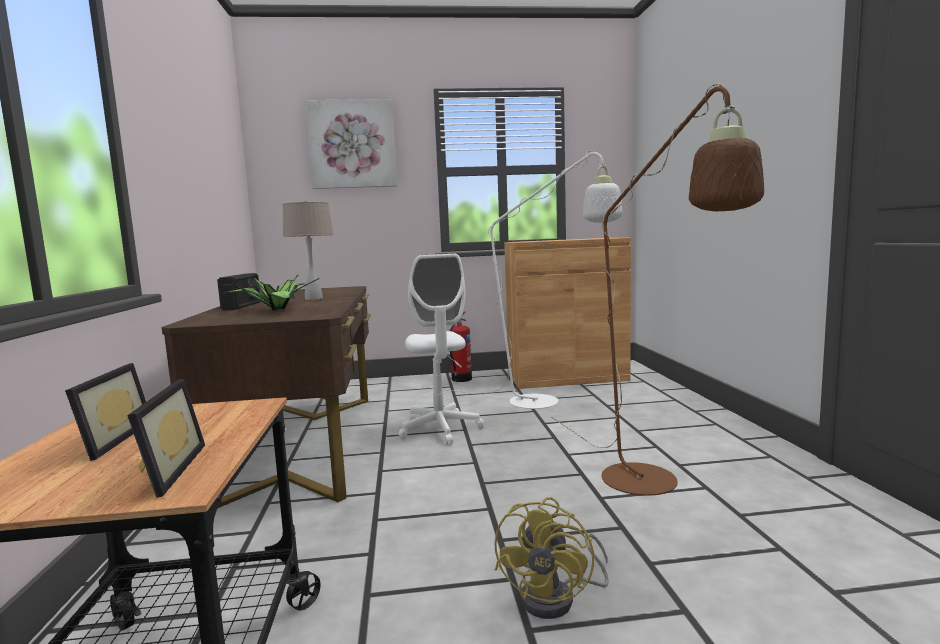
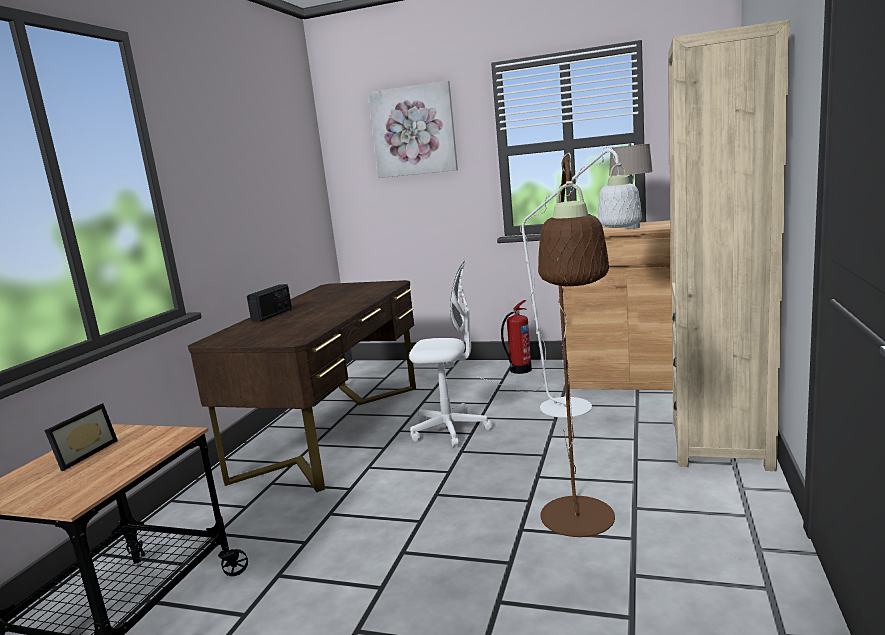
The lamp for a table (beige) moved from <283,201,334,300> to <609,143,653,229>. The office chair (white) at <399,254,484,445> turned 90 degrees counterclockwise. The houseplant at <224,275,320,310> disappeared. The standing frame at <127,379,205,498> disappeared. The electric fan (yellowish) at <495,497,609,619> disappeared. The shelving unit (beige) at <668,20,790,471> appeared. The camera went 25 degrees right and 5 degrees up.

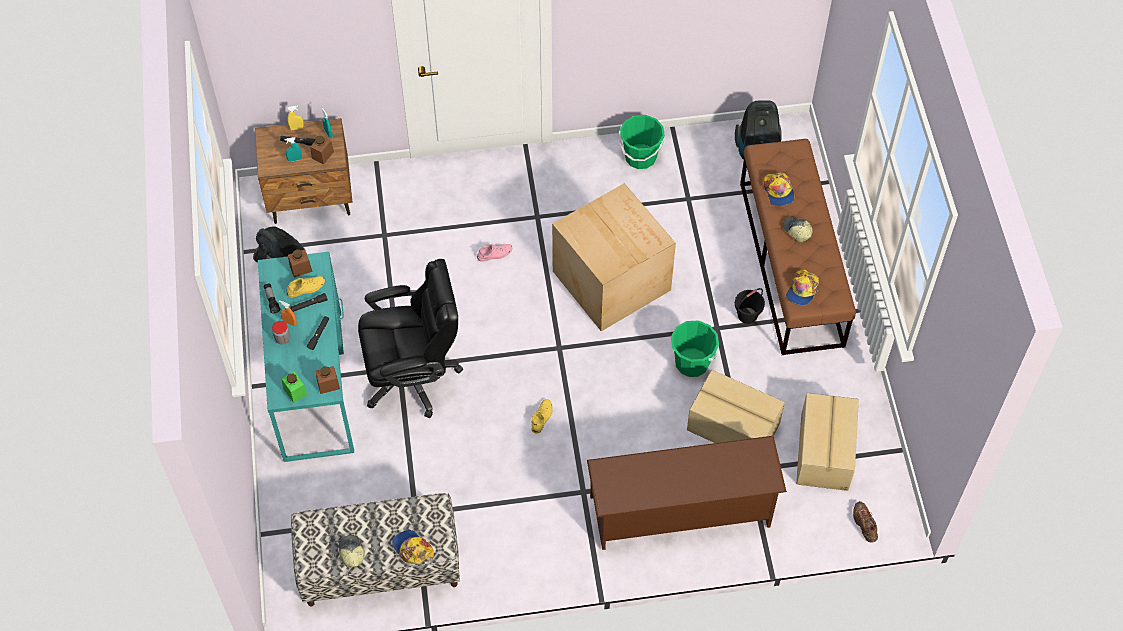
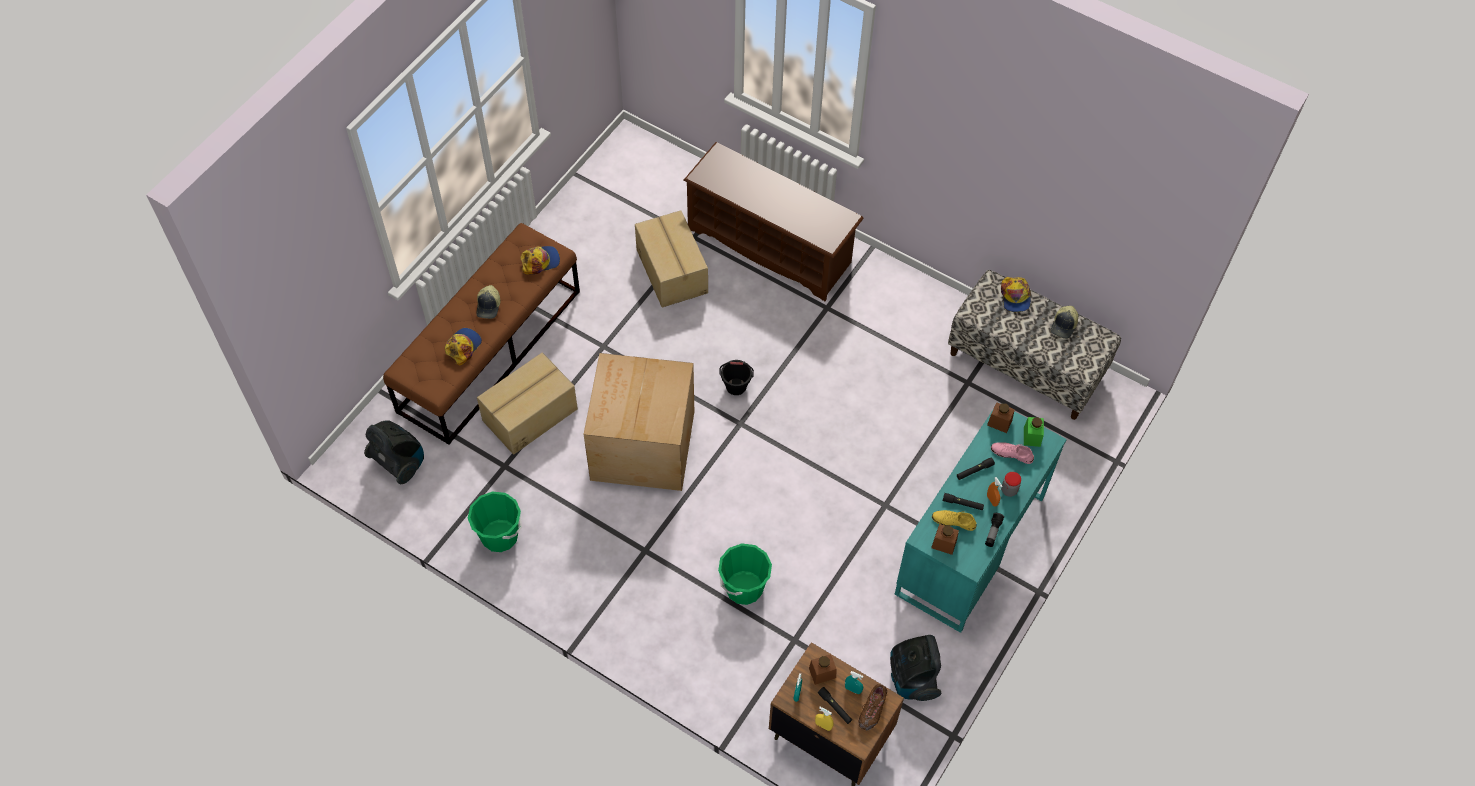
The shoe (pink-coloured) moved from <477,244,512,262> to <991,442,1034,464>. The office chair (black-coloured) at <358,259,463,418> disappeared. The pail (black-coloured) moved from <735,288,765,324> to <719,360,754,395>. The pail (green-coloured) moved from <671,320,719,377> to <718,543,772,605>. The carton moved from <796,393,859,491> to <477,353,578,455>. The shoe (yellowish) at <531,399,552,434> disappeared. The shoe (brownish) moved from <853,501,878,543> to <858,684,887,730>. The camera went 140 degrees left and 0 degrees up.

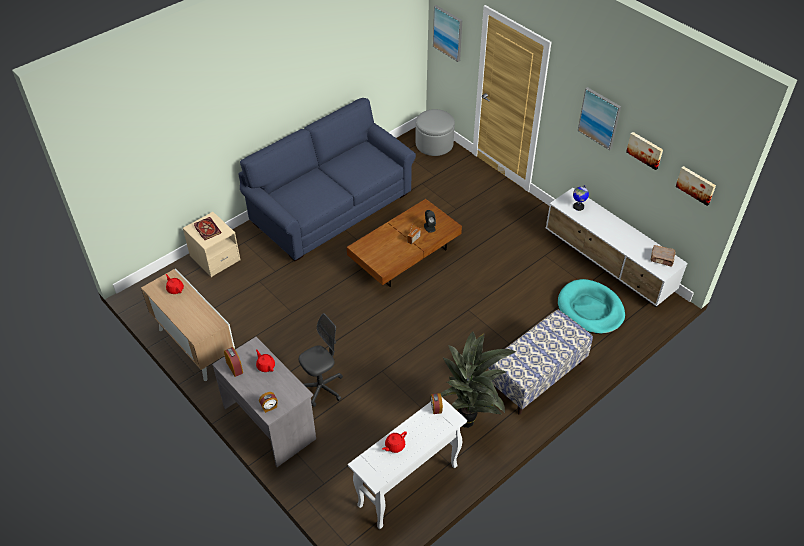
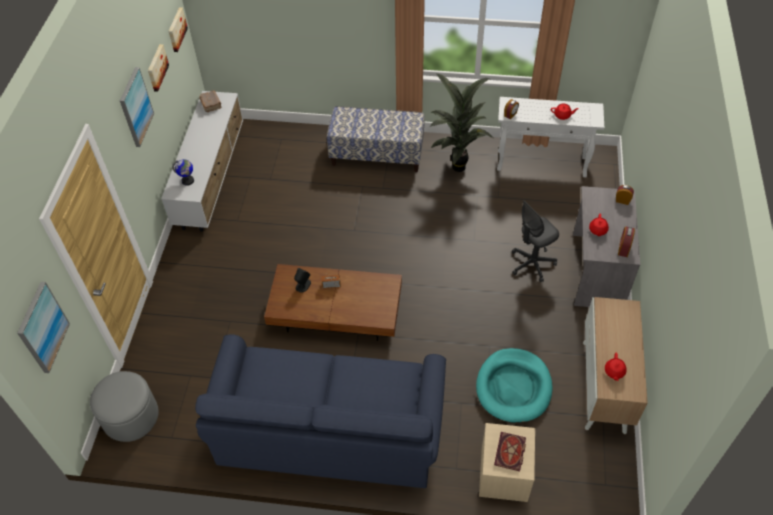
The dog cushion (turquoise-coloured) moved from <558,279,625,334> to <476,348,553,423>. The office chair (gray) at <298,313,343,407> turned 45 degrees counterclockwise. The camera went 130 degrees left and 5 degrees up.

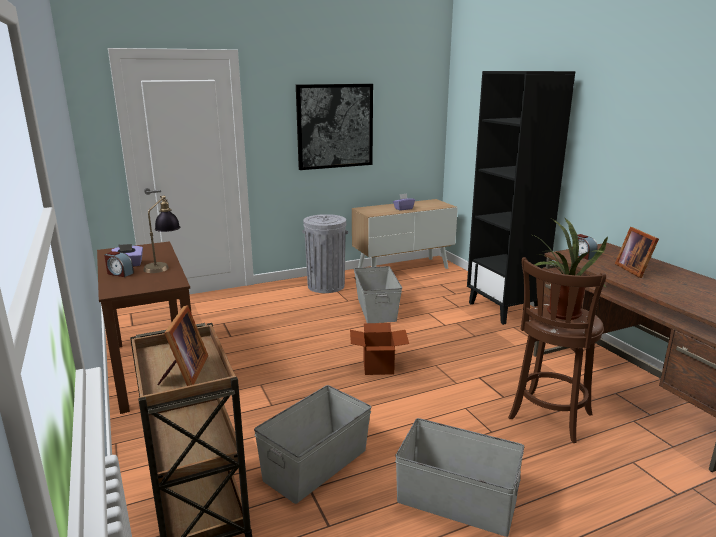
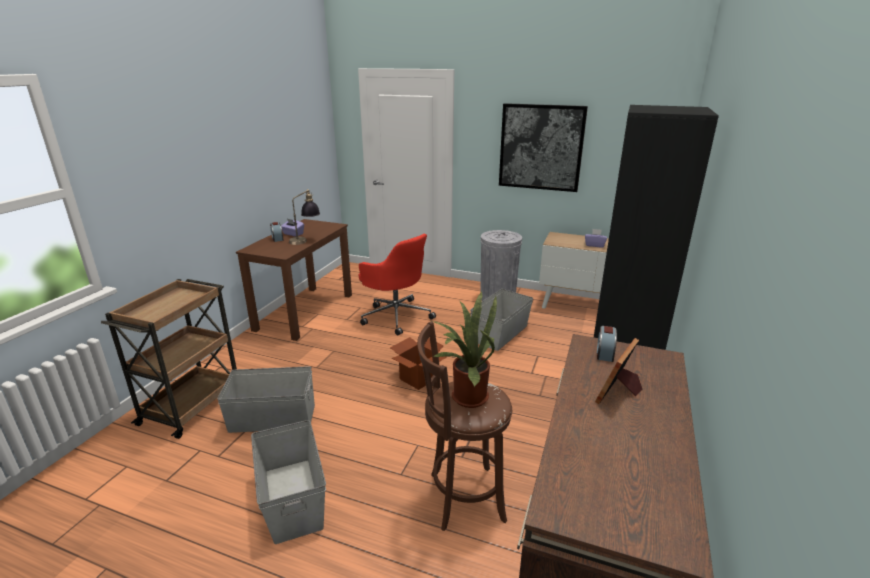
The standing frame at <158,305,208,386> disappeared. The office chair (red-coloured) at <359,234,436,336> appeared. The camera went 45 degrees right and 5 degrees up.

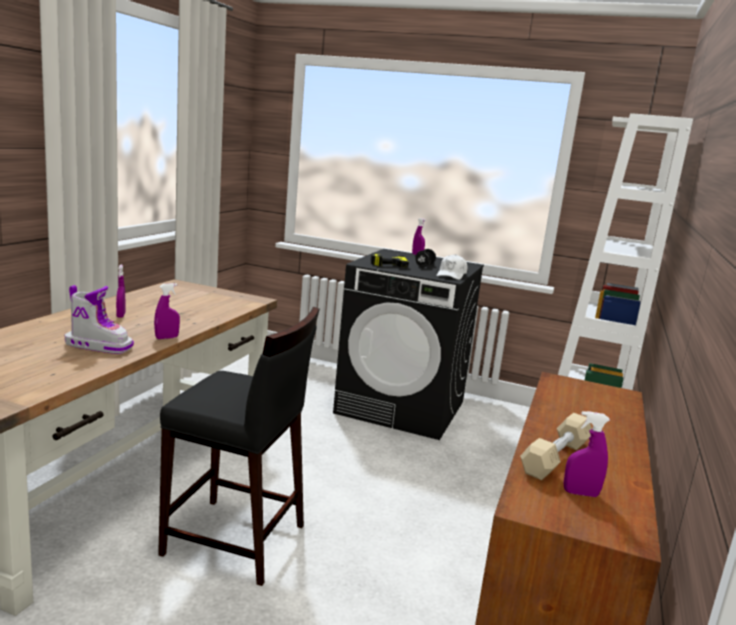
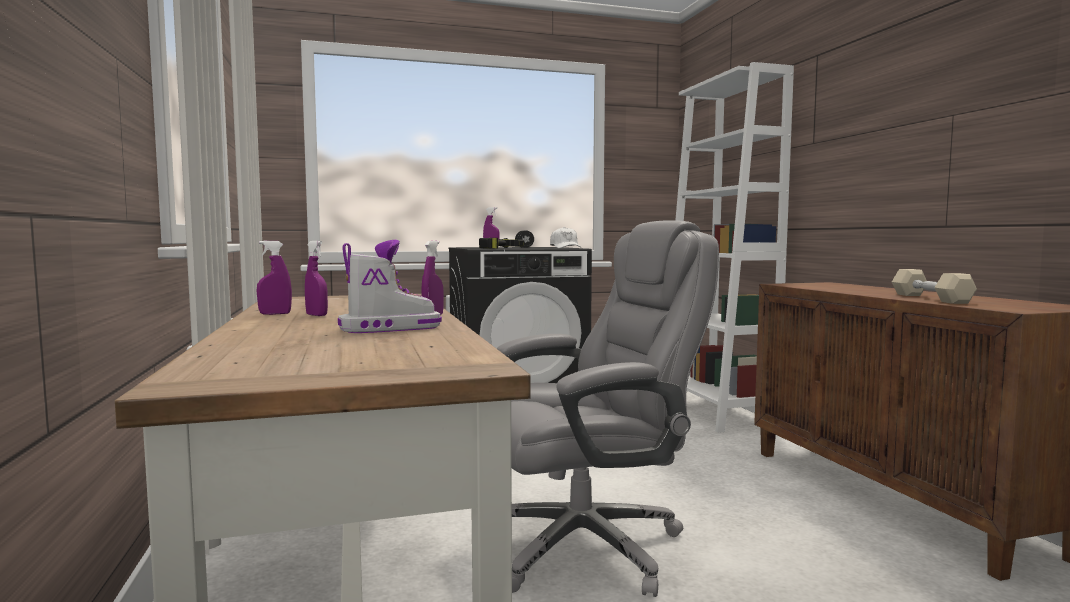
The stool seat (black-coloured) at <158,307,320,586> was replaced by the office chair (gray) at <497,220,719,597>. The hand sprayer (purplish) moved from <563,411,610,497> to <257,241,292,315>. The camera went 35 degrees left and 10 degrees down.

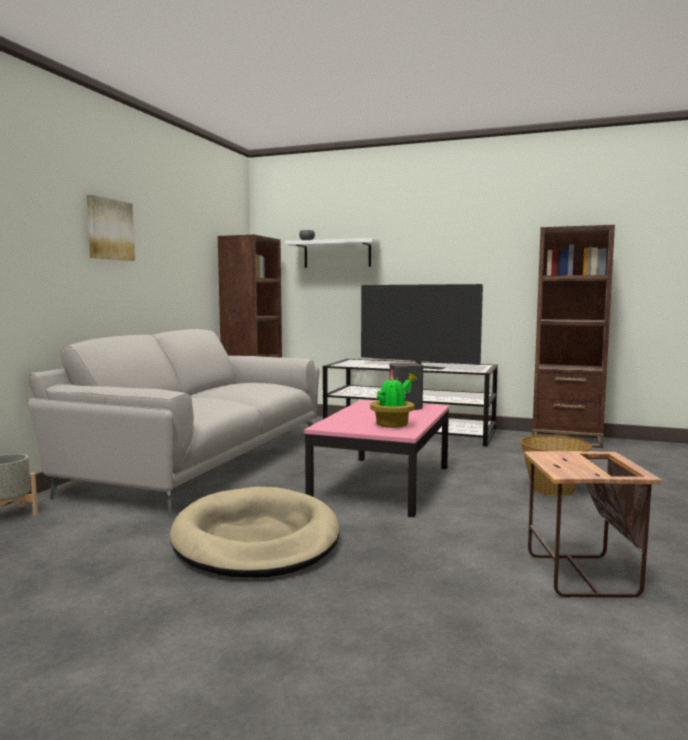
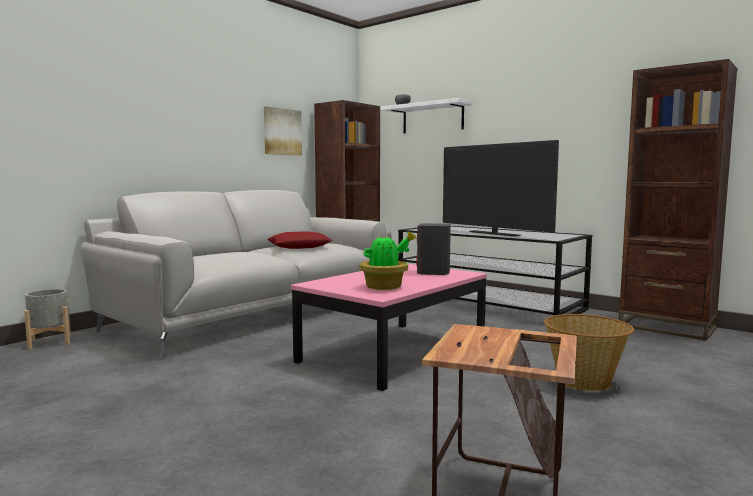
The wall picture moved from <87,195,135,261> to <264,106,302,156>. The dog cushion (beige) at <170,487,340,577> disappeared. The cushion (red-coloured) at <267,231,332,249> appeared. The camera went 20 degrees right and 0 degrees up.

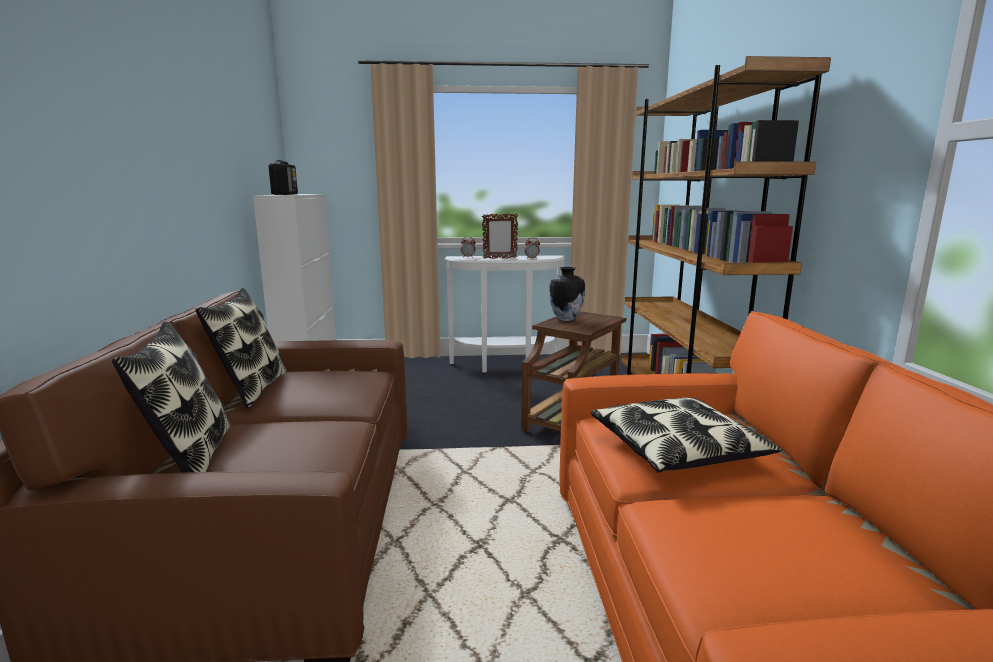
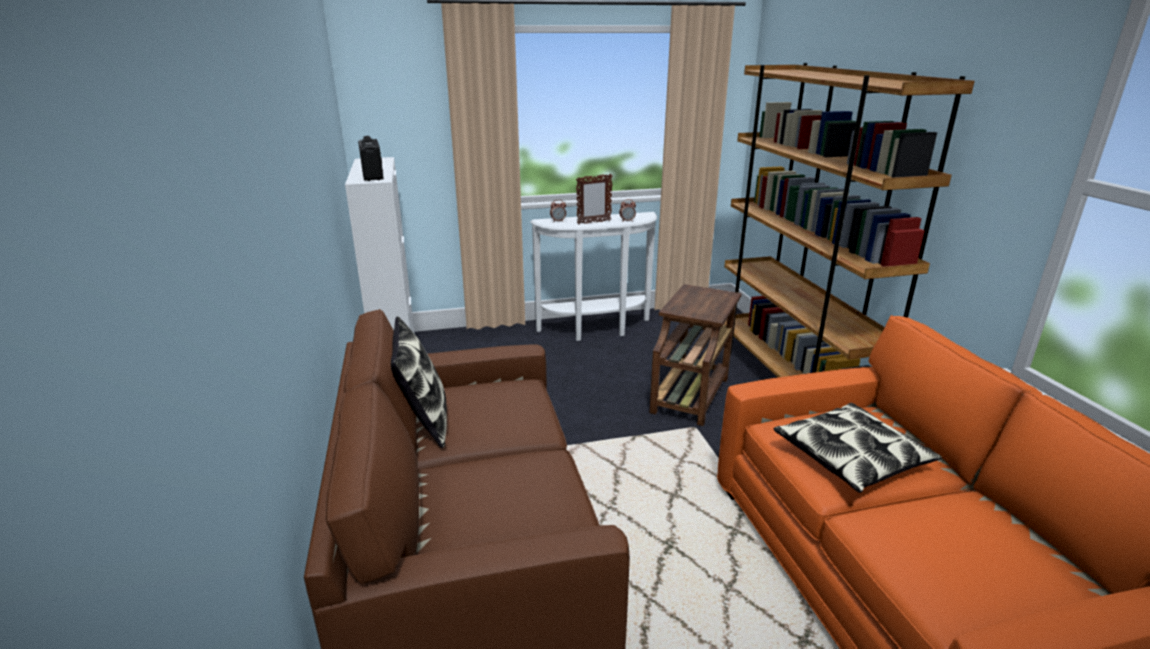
The flower vase at <549,267,585,321> disappeared. The cushion at <112,321,230,473> disappeared. The camera went 10 degrees left and 10 degrees up.

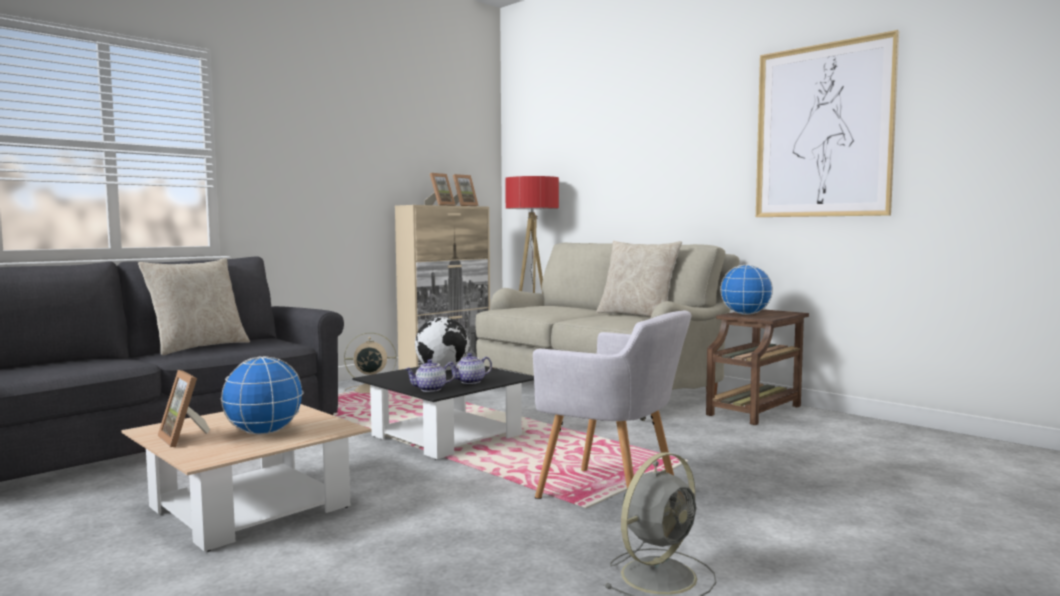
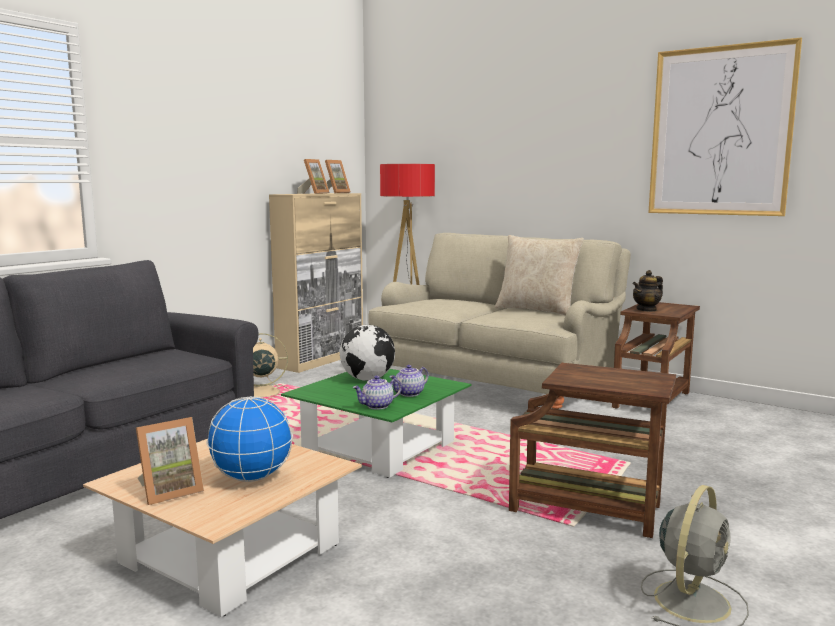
The cushion (beige) at <138,258,250,355> disappeared. The desk globe at <720,265,773,315> was replaced by the pot for tea at <633,270,663,312>. The armchair (gray) at <533,310,691,499> was replaced by the accent table (brownish) at <509,363,676,538>. The low table (black-coloured) at <353,366,534,460> became the low table (green-coloured) at <281,369,471,478>. The standing frame at <157,370,210,447> turned 75 degrees counterclockwise. The camera went 10 degrees left and 5 degrees up.

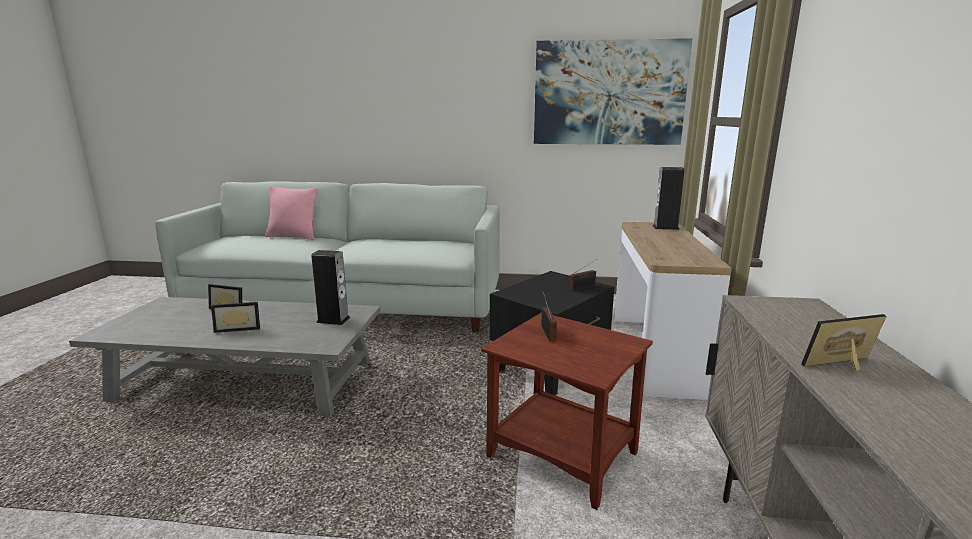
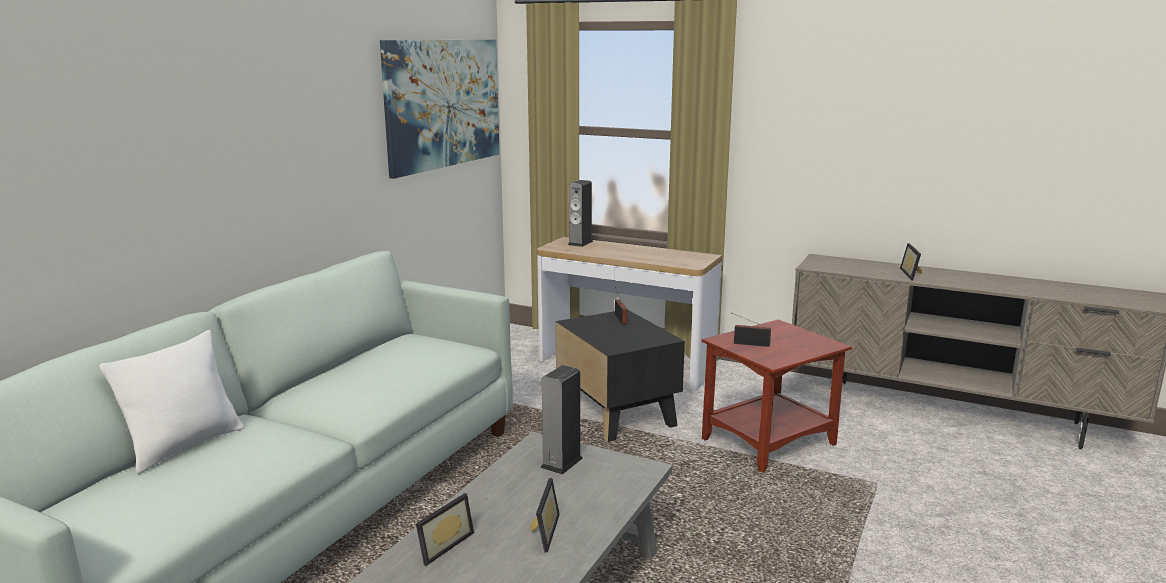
The cushion (pink-coloured) at <265,186,318,240> became the cushion (white) at <99,330,244,474>. The camera went 70 degrees left and 0 degrees up.

